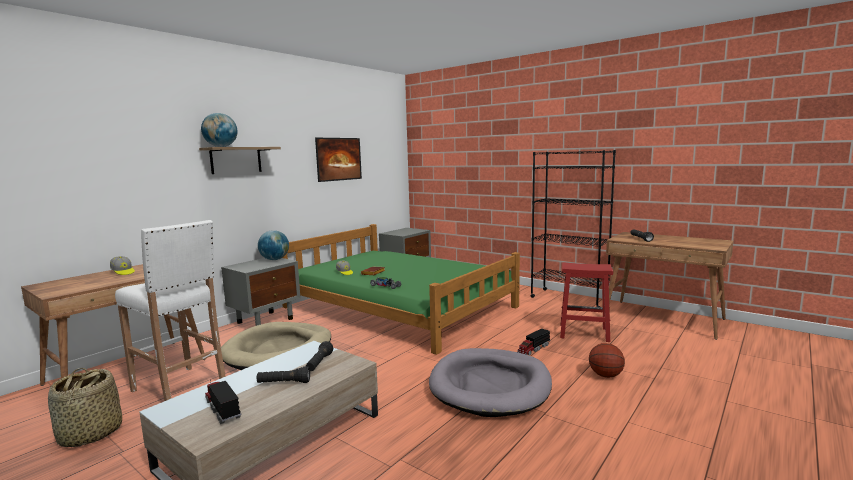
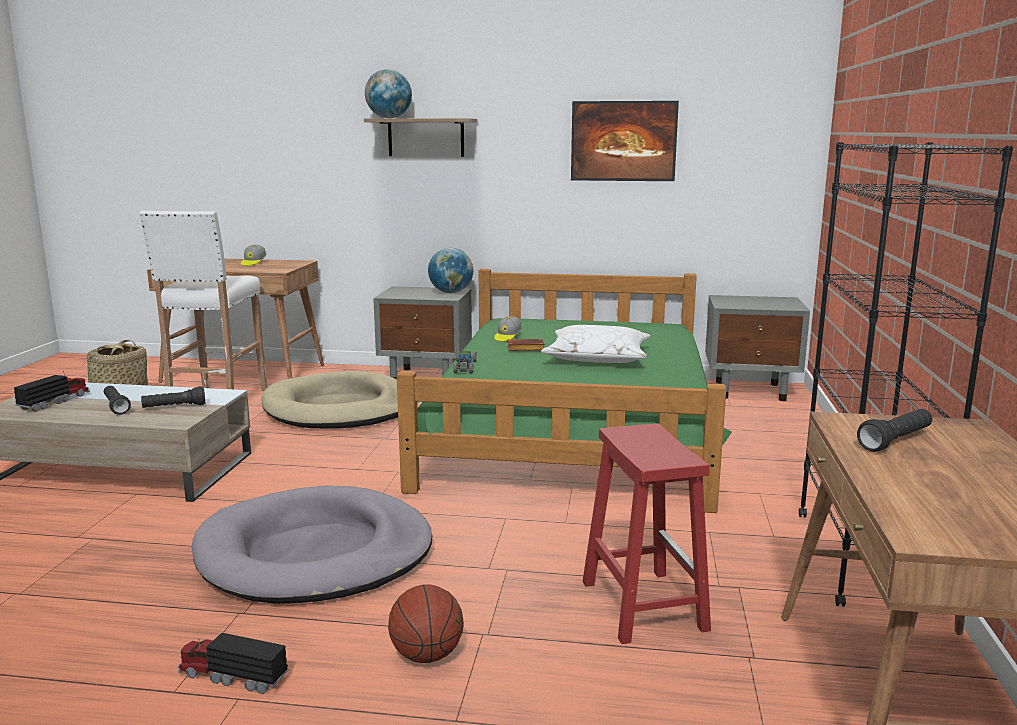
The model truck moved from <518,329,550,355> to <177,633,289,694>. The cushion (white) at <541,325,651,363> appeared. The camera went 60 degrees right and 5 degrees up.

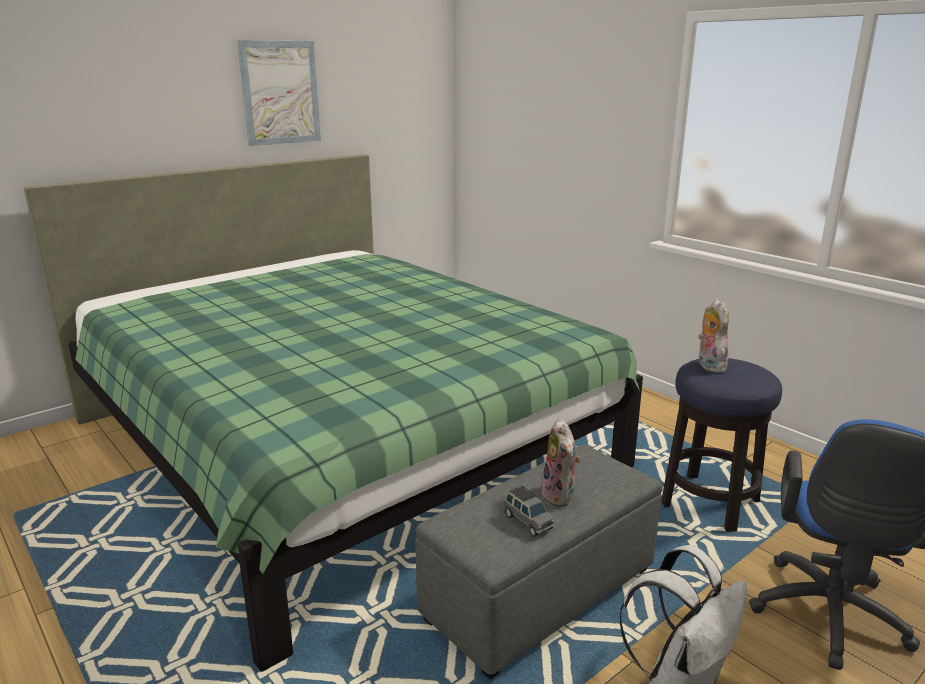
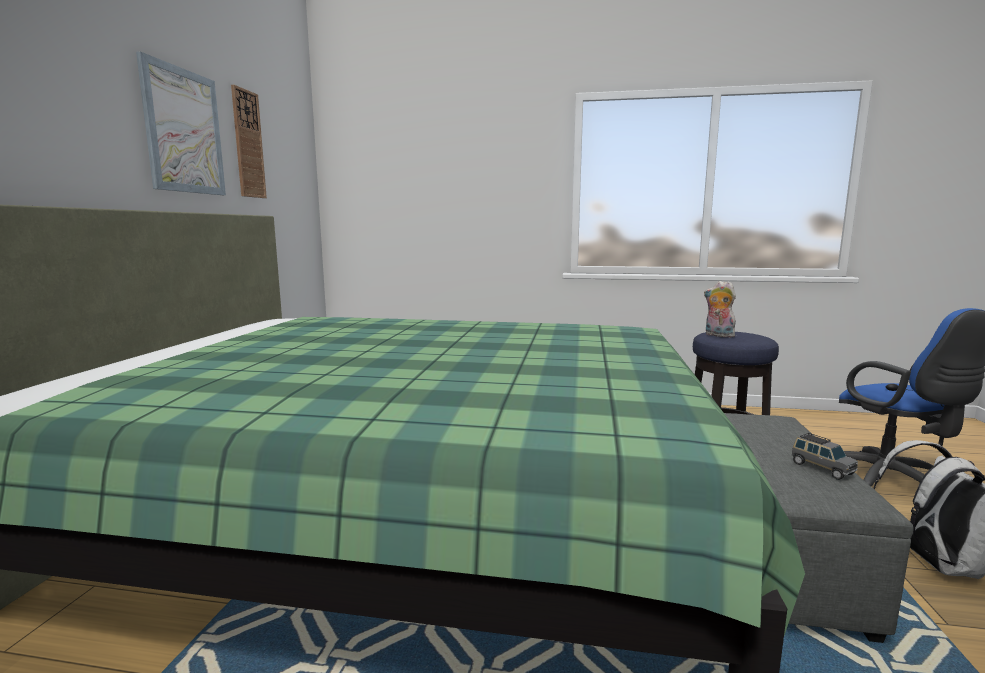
The plush toy at <541,418,581,507> disappeared. The model car (gray) at <504,485,554,537> turned 45 degrees clockwise. The hanging clock at <231,85,267,198> appeared. The camera went 40 degrees left and 10 degrees down.

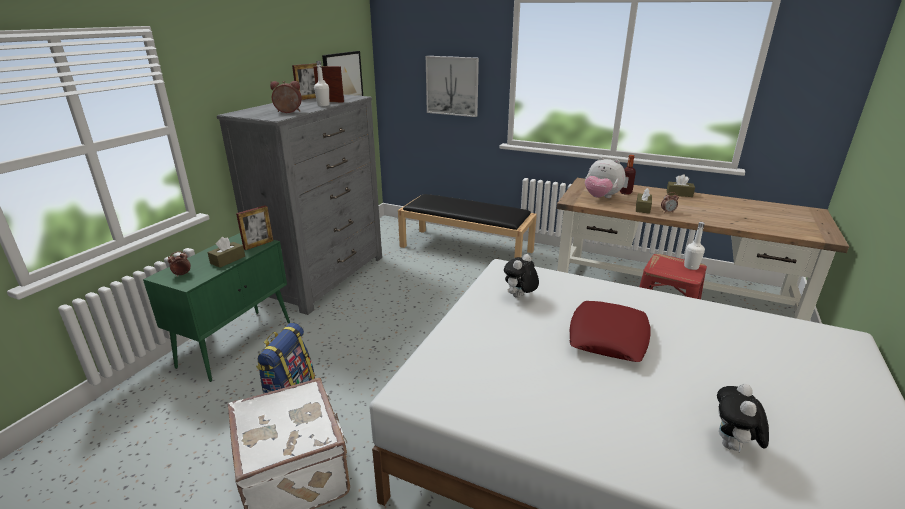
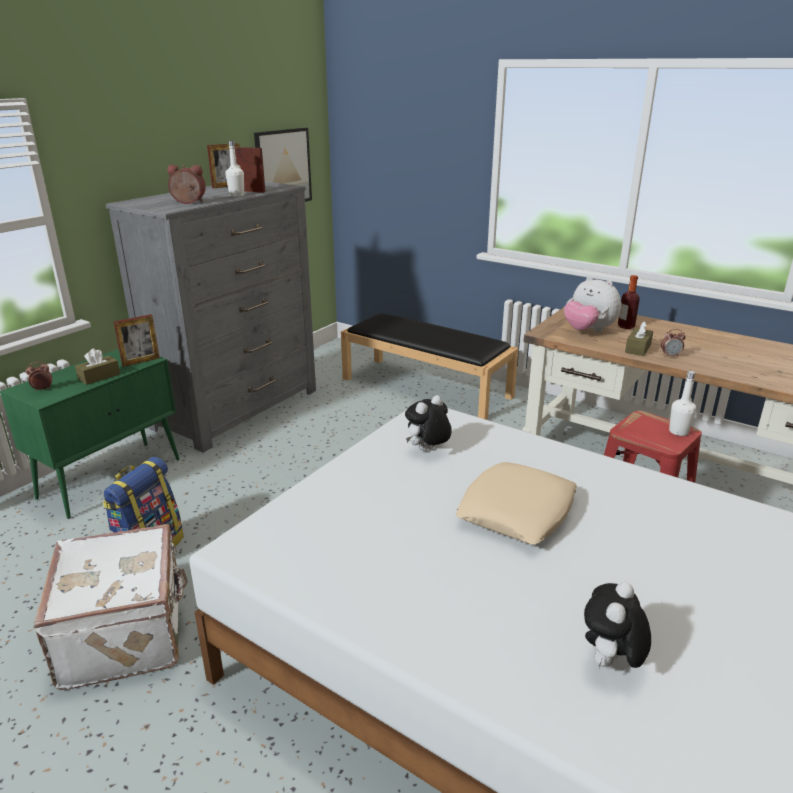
The wall picture at <426,56,479,117> disappeared. The tissue box (brownish) at <667,174,695,197> disappeared. The cushion (red-coloured) at <570,301,651,362> became the cushion (beige) at <456,462,577,545>. The camera went 10 degrees right and 0 degrees up.

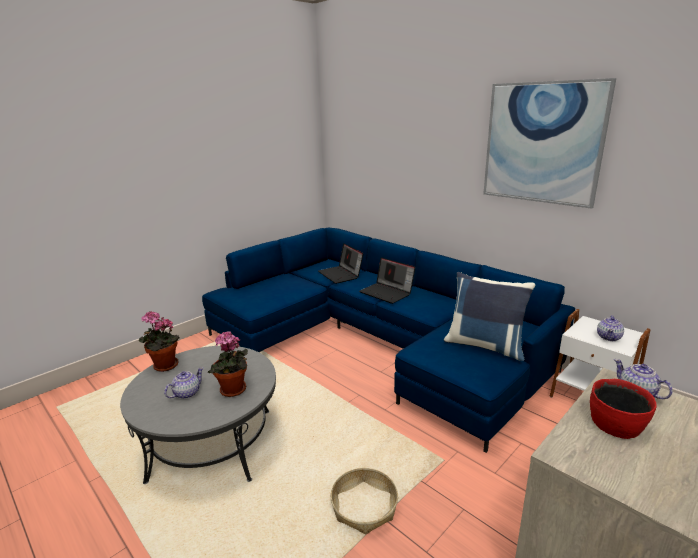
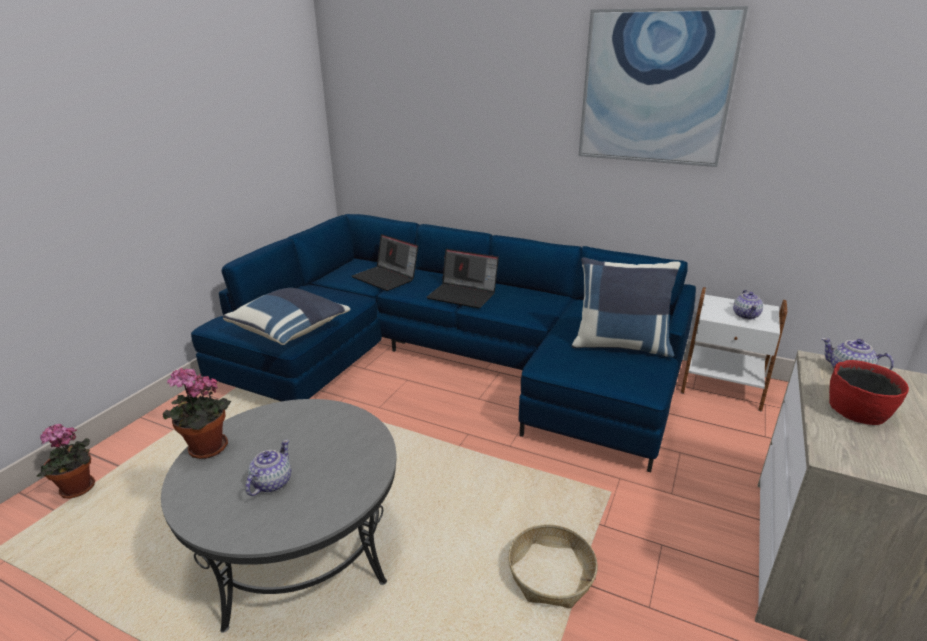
The houseplant moved from <207,331,248,397> to <37,424,95,498>. The cushion (blue-coloured) at <223,288,350,345> appeared. The camera went 20 degrees left and 5 degrees up.

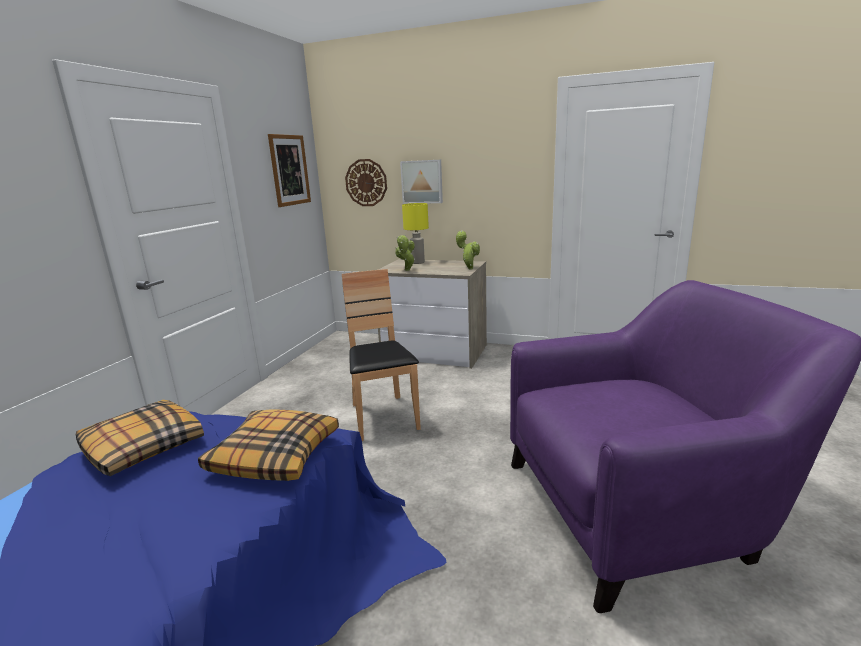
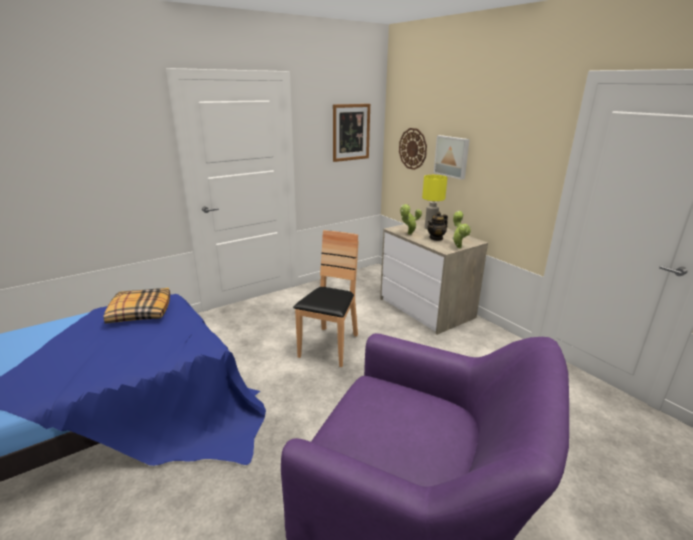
The cushion at <198,409,339,481> disappeared. The pot for tea at <427,212,448,241> appeared. The camera went 35 degrees right and 5 degrees up.

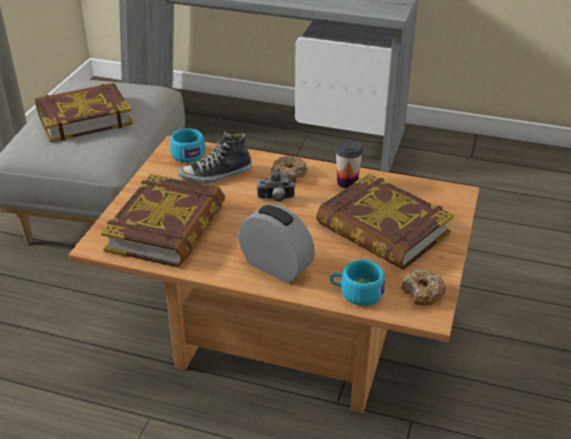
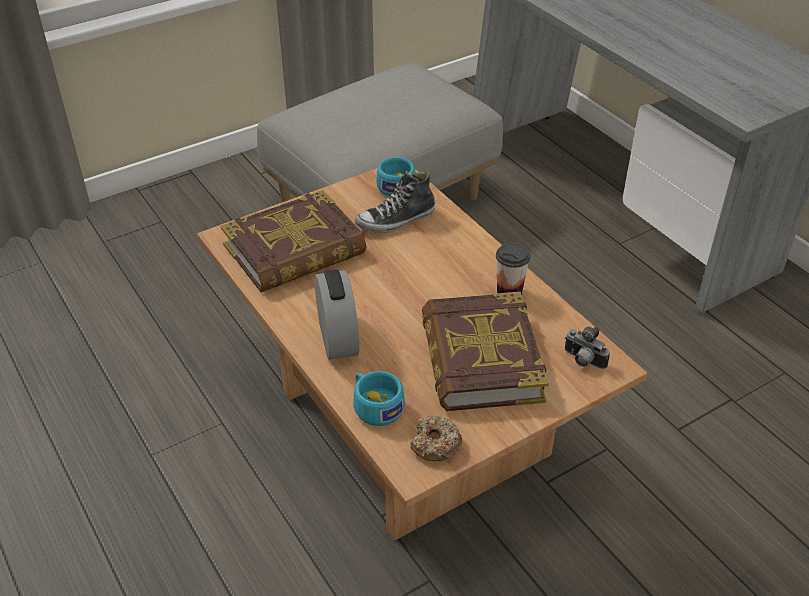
The book at <35,83,133,143> disappeared. The shoe at <178,131,252,184> turned 45 degrees counterclockwise. The donut at <271,156,308,183> disappeared. The still camera moved from <257,168,295,202> to <565,326,610,369>. The camera went 40 degrees right and 5 degrees up.

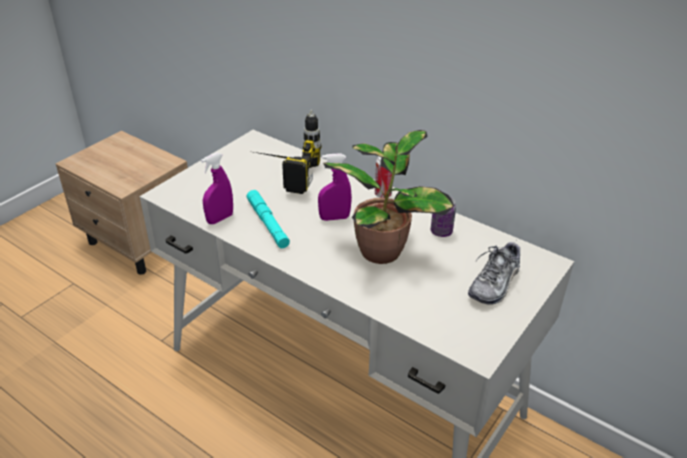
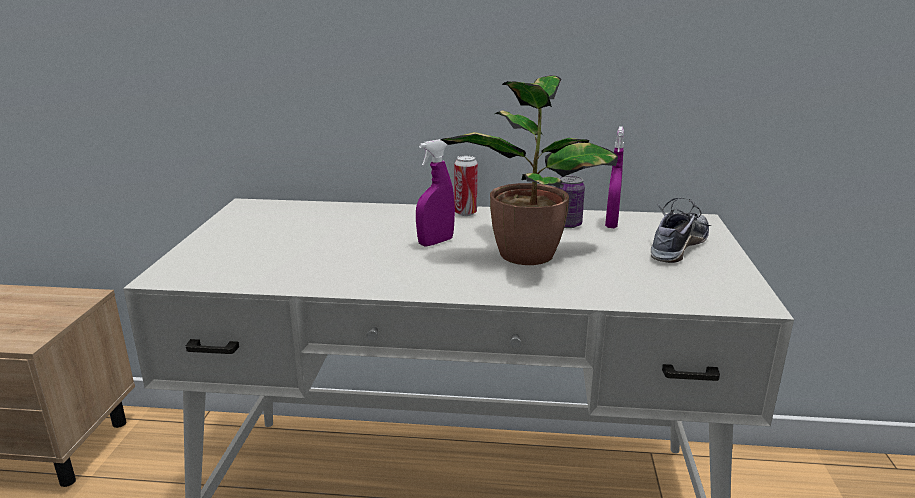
The power drill at <254,110,322,194> disappeared. The hand sprayer (purplish) moved from <201,152,233,224> to <605,126,624,228>. The hand torch (turquoise-coloured) at <247,190,290,248> disappeared. The shoe at <468,241,520,305> turned 150 degrees counterclockwise. The camera went 30 degrees left and 15 degrees down.

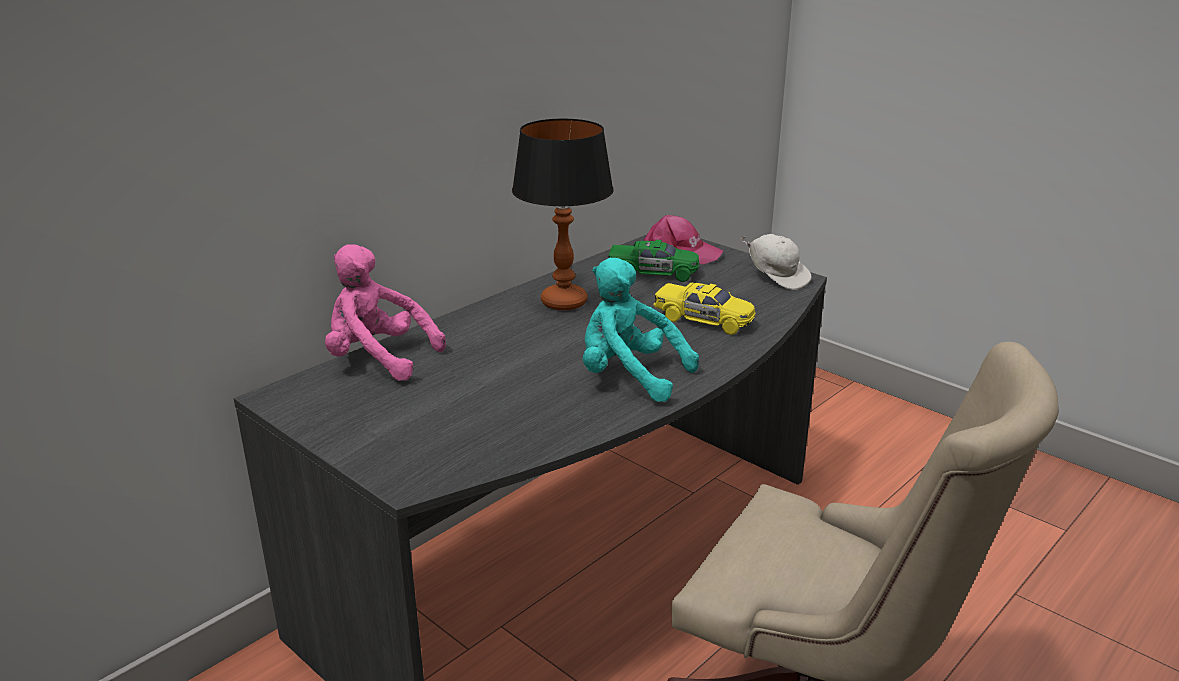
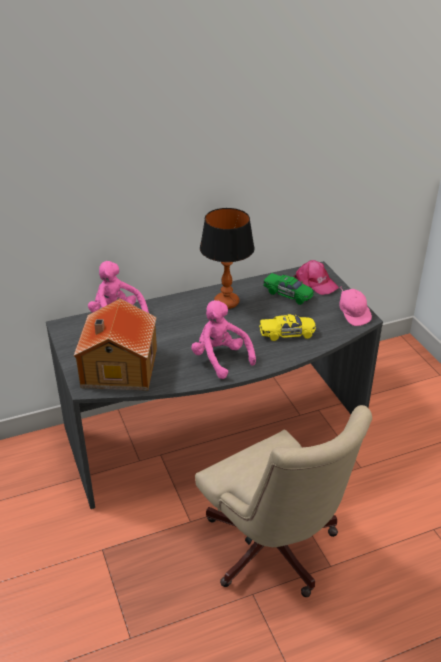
The baseball cap (white) at <740,234,812,290> became the baseball cap (pink-coloured) at <340,286,372,326>. The plush toy (turquoise-coloured) at <583,258,699,402> became the plush toy (pink-coloured) at <191,300,256,379>. The model car (yellowish) at <654,283,755,335> turned 60 degrees counterclockwise. The miniature house at <74,298,157,391> appeared. The camera went 25 degrees right and 10 degrees up.

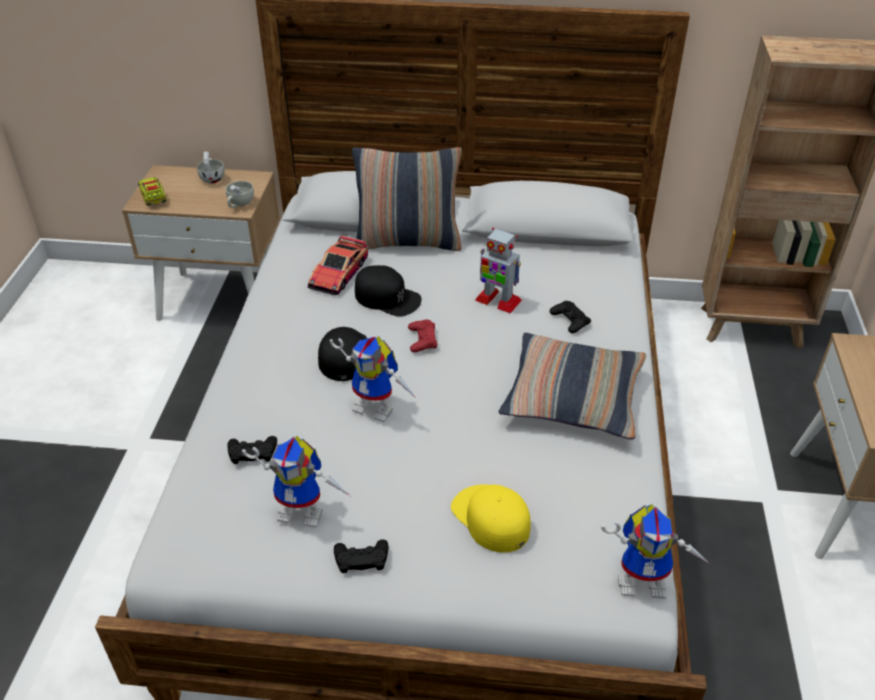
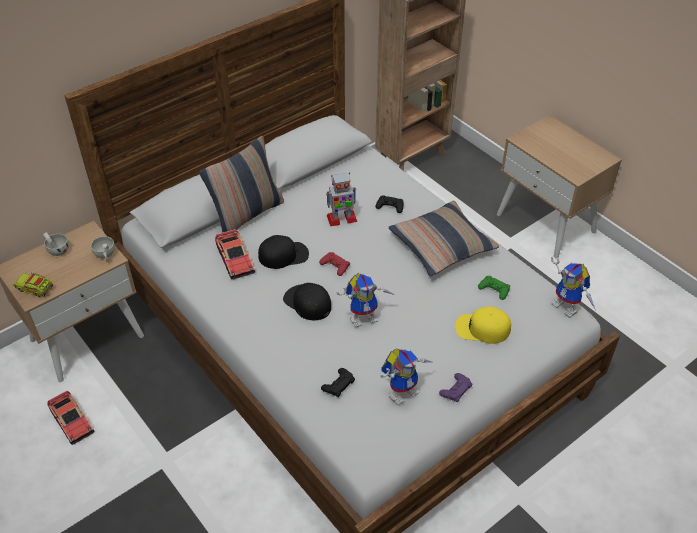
The model robot at <601,504,708,599> turned 90 degrees clockwise. The joypad (black-coloured) at <334,539,388,573> became the joypad (purplish) at <439,373,473,402>. The joypad (green-coloured) at <478,276,510,300> appeared. The model car at <47,391,95,445> appeared. The camera went 45 degrees left and 5 degrees up.

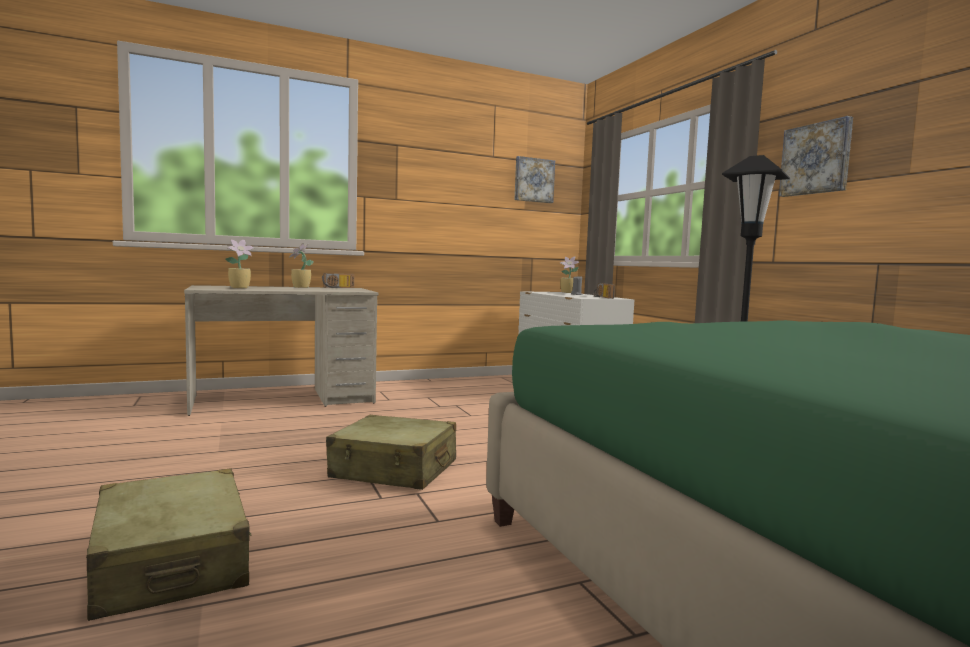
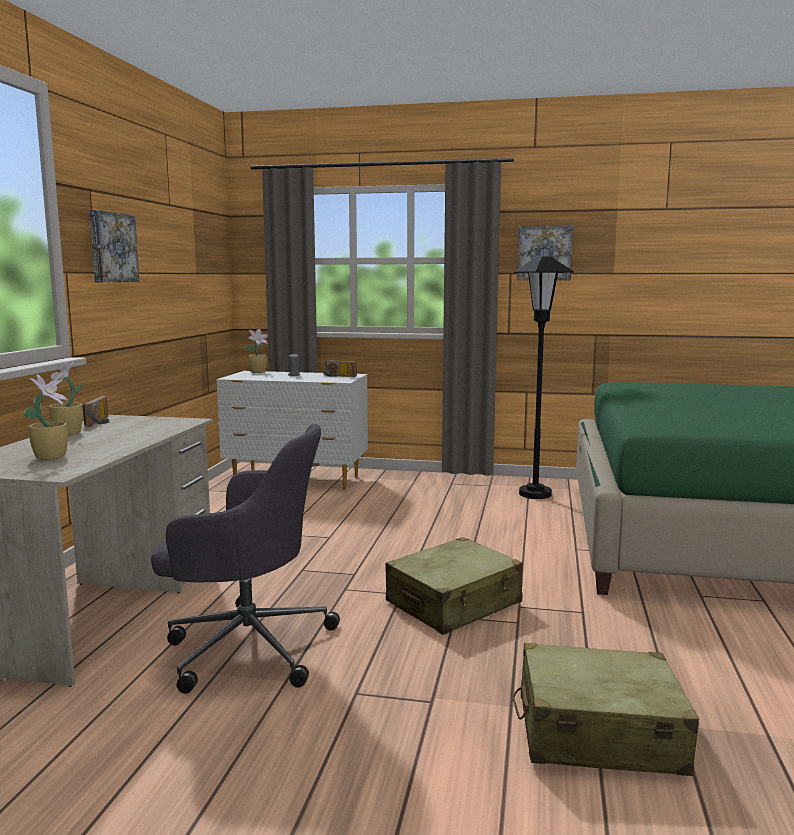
The wall picture moved from <515,156,555,203> to <89,210,139,282>. The office chair (gray) at <151,424,340,694> appeared. The camera went 55 degrees left and 5 degrees up.

